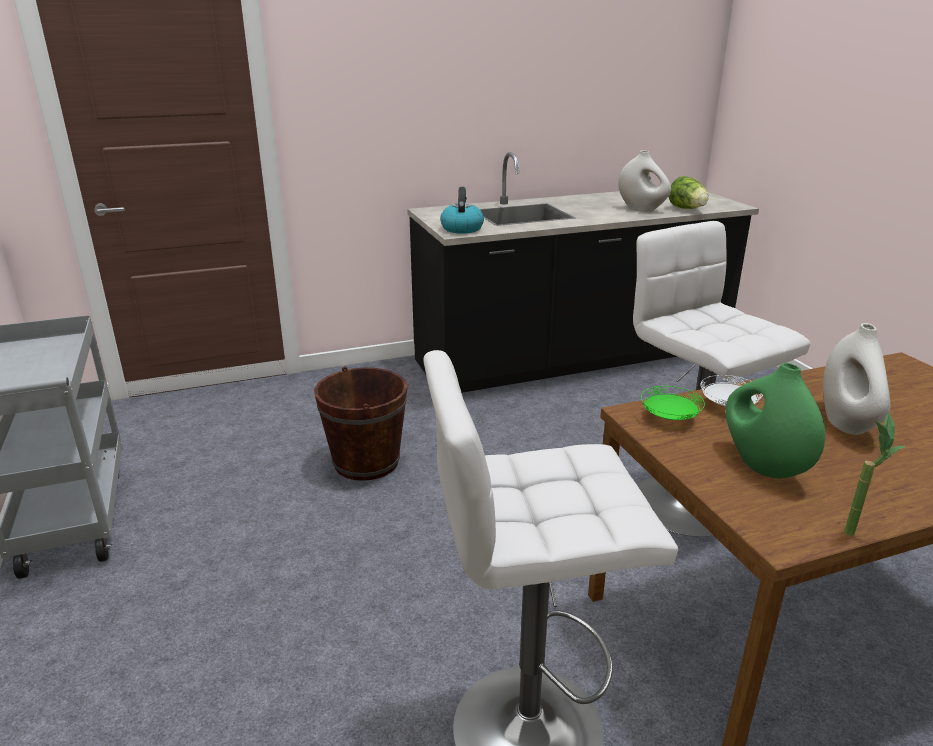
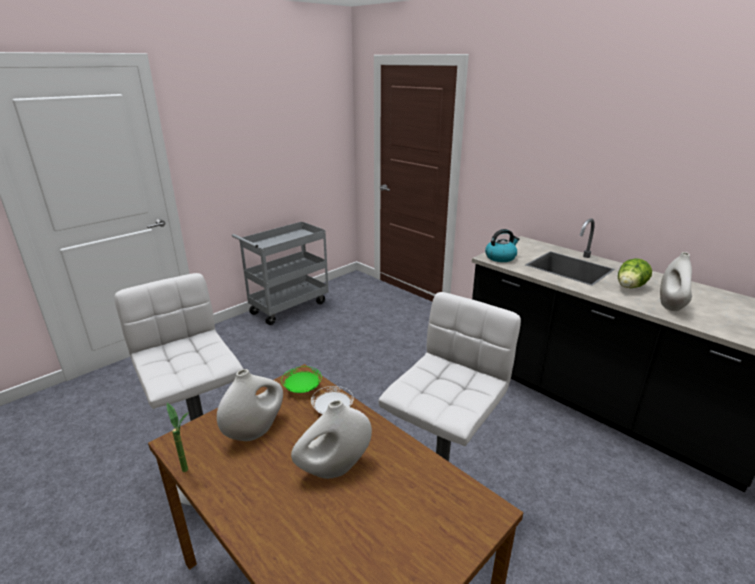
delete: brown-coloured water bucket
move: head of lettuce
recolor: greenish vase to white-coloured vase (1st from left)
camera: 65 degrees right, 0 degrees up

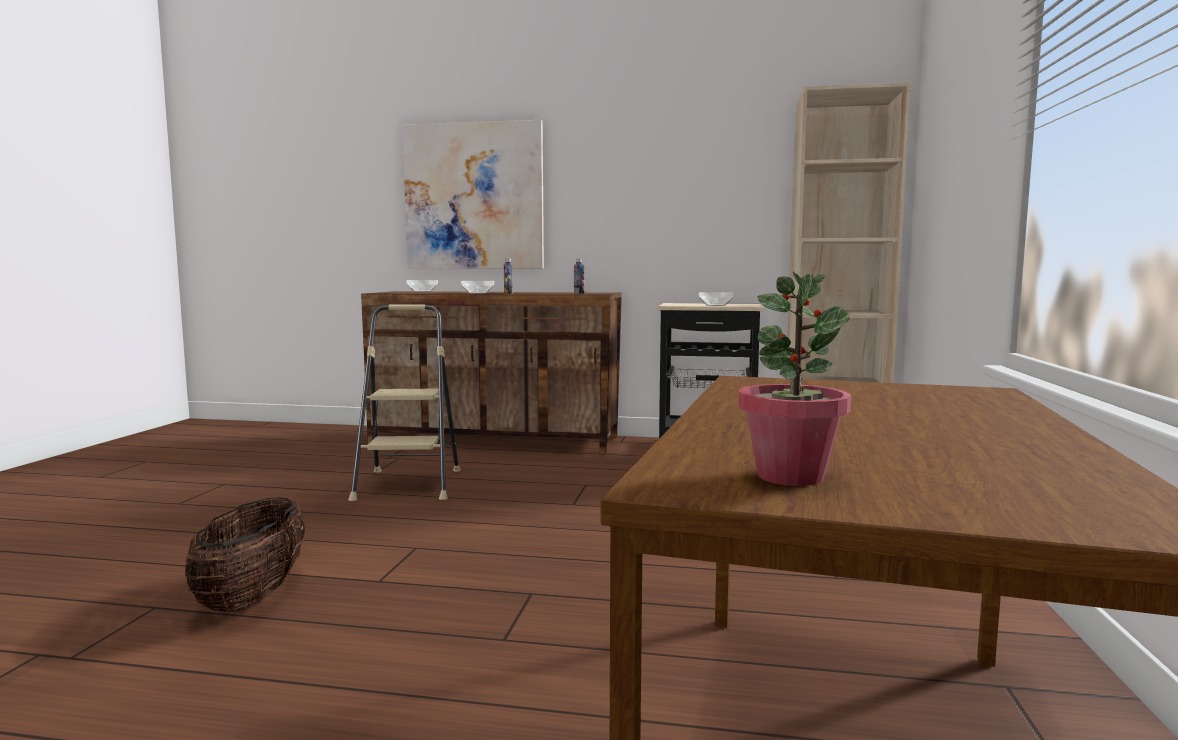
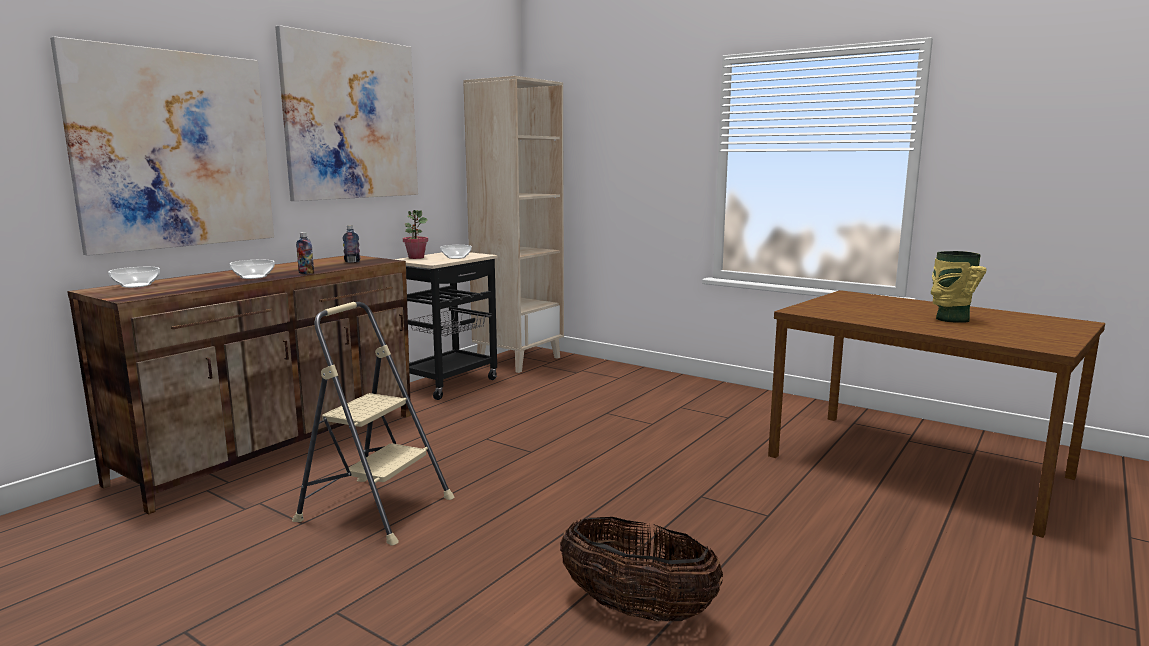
insert: wall picture (2nd from left); vase
move: houseplant
camera: 65 degrees left, 5 degrees up

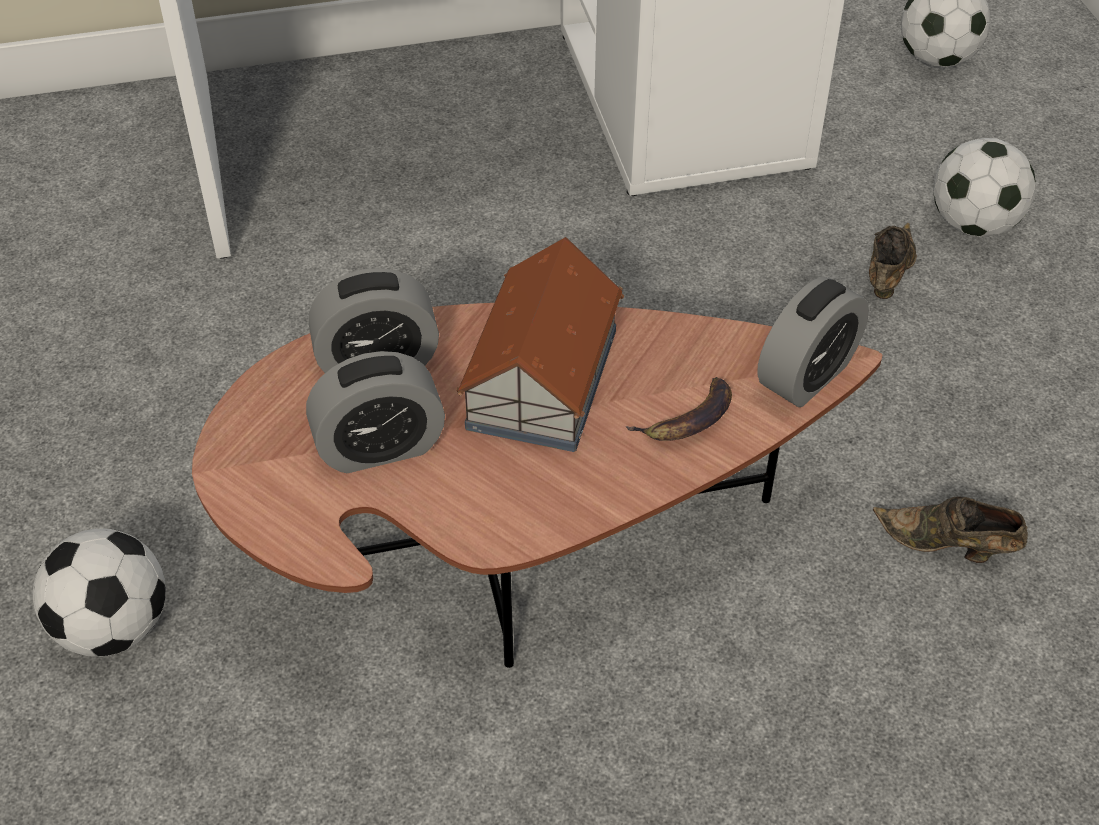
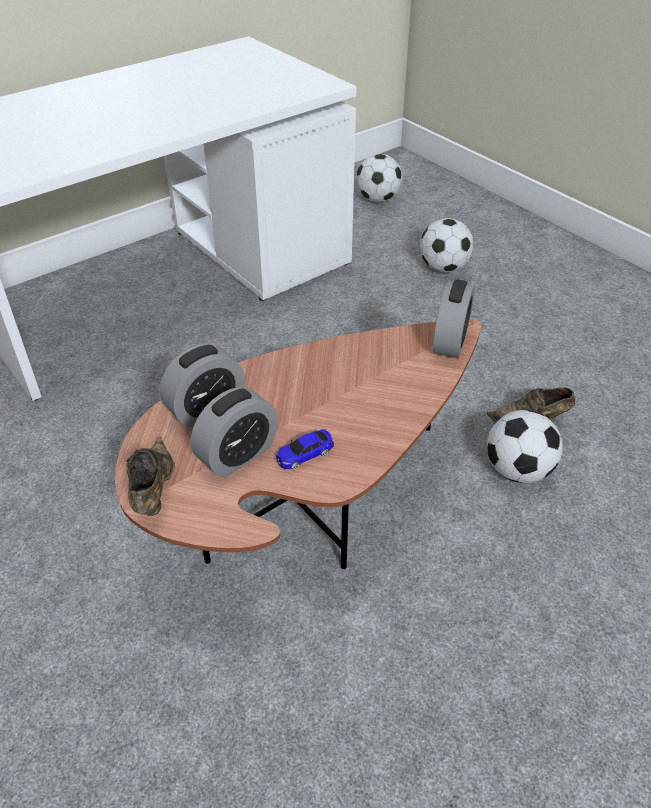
delete: model house; banana
insert: miniature car
move: football ball (1st from left in the first image) to football ball (3rd from left); brown-coloured low shoe (1st from left)
camera: 25 degrees left, 5 degrees down

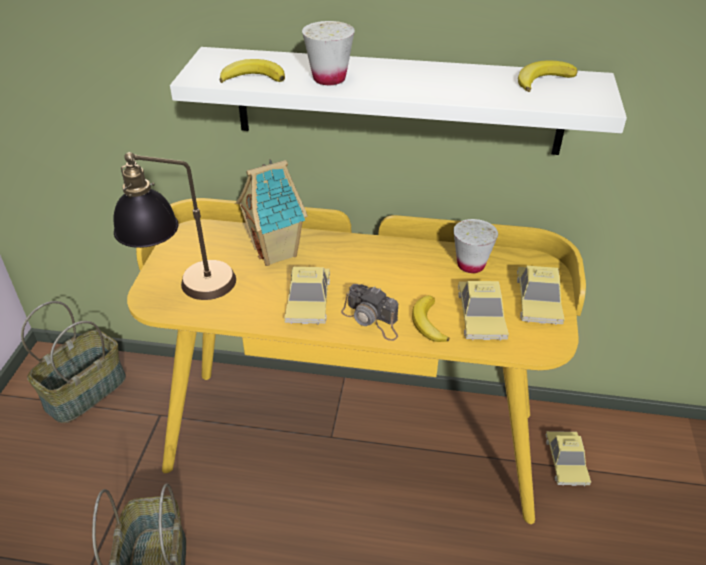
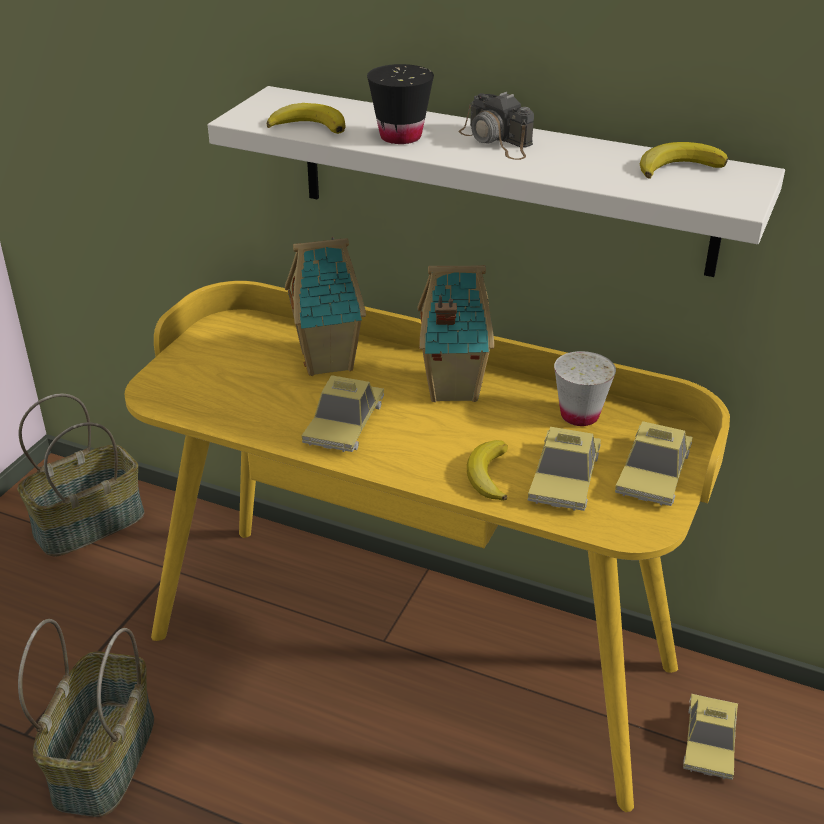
delete: table lamp
insert: model house (2nd from left)
move: still camera
recolor: white-coloured small cup (1st from left) to blackish small cup
camera: 15 degrees right, 5 degrees down

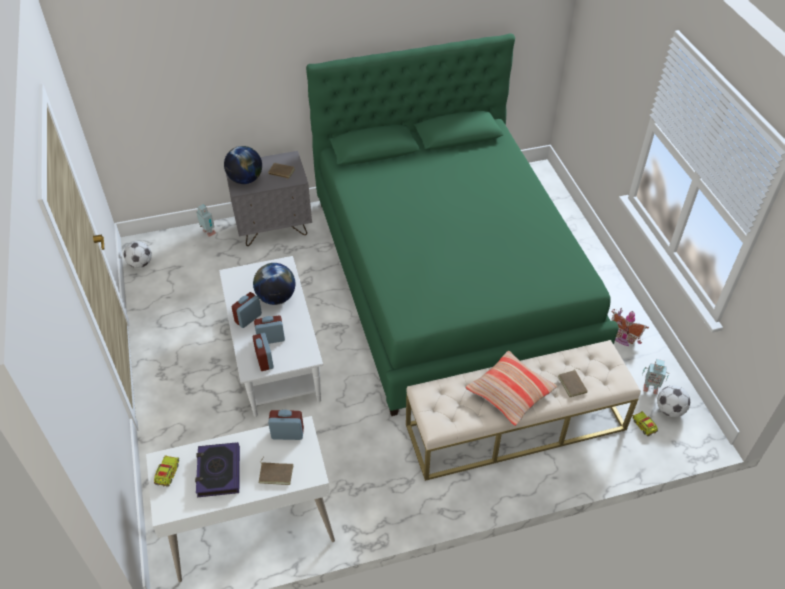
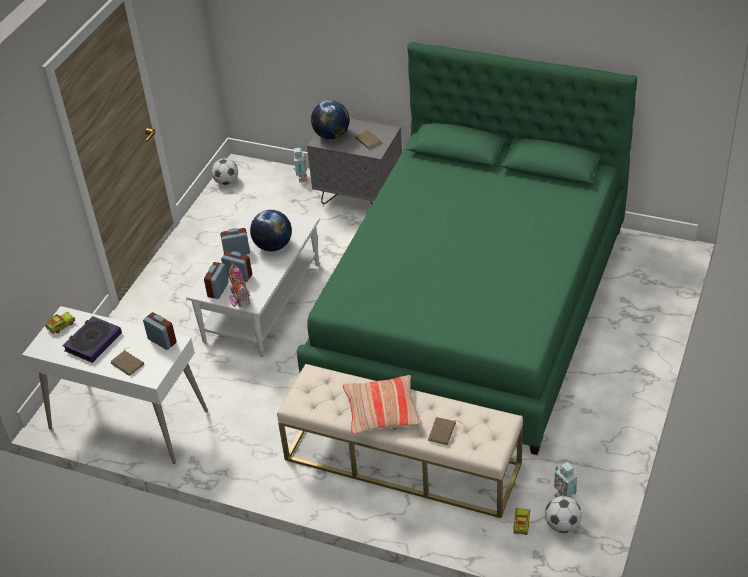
move: model house
camera: 40 degrees right, 5 degrees down

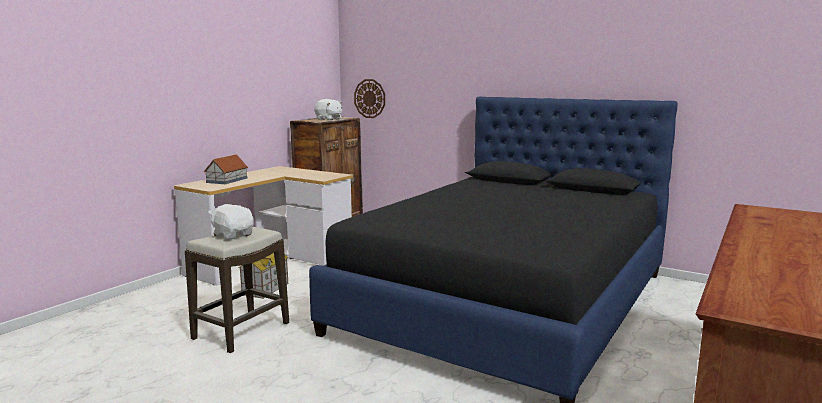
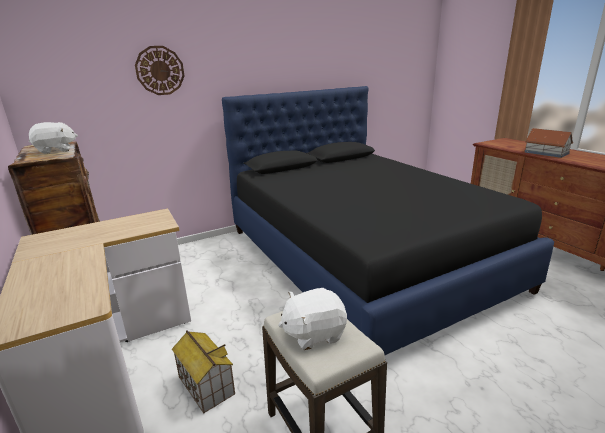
move: model house (1st from left in the first image) to model house (2nd from left); clock on the wall
camera: 60 degrees left, 10 degrees up

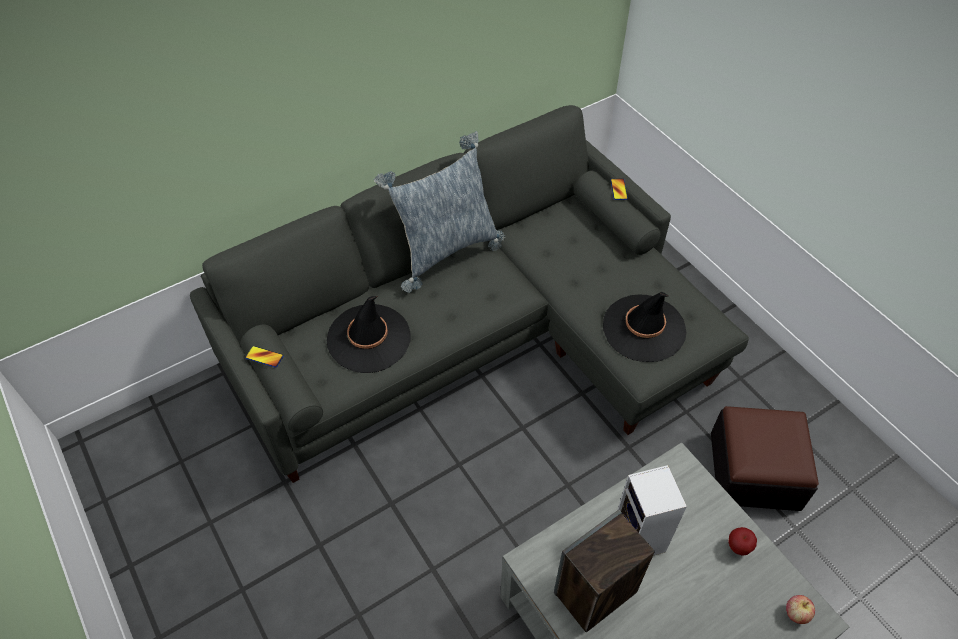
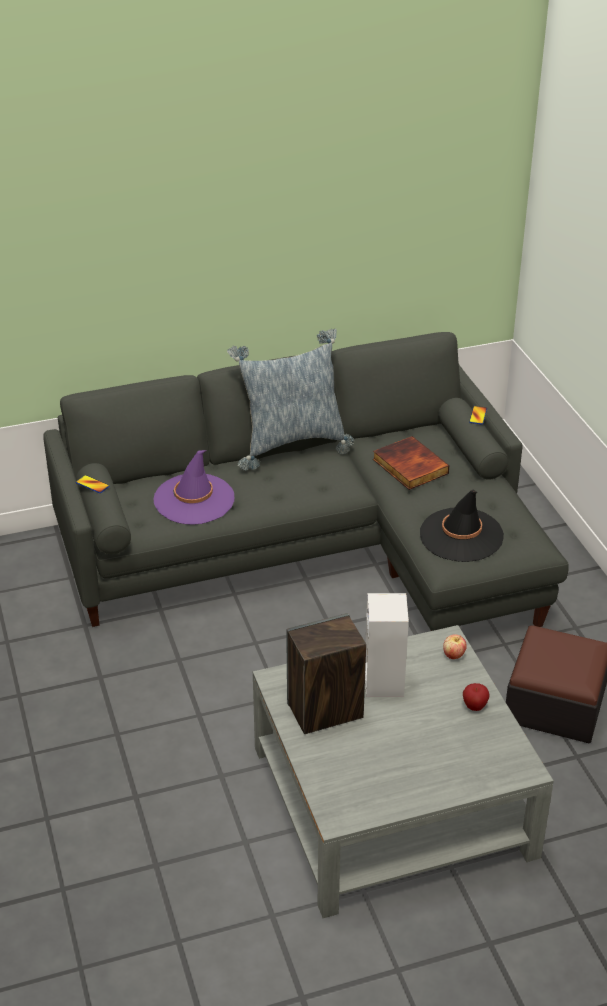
insert: book
move: whole apple (2nd from left in the first image) to whole apple (1st from left)
recolor: blackish hat (1st from left) to purplish hat
camera: 15 degrees right, 15 degrees down

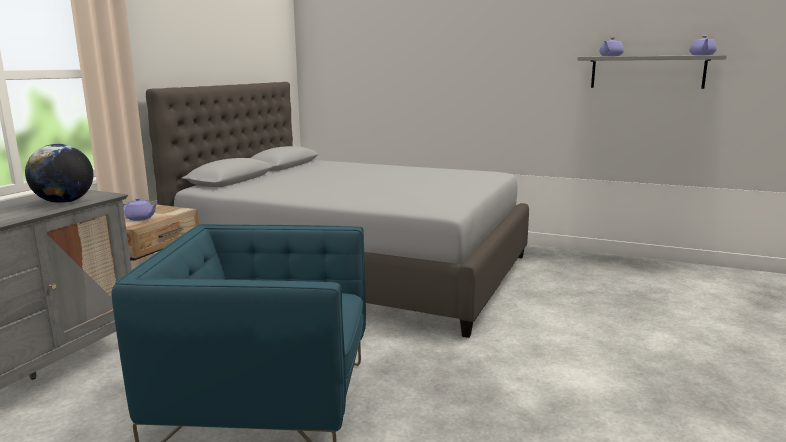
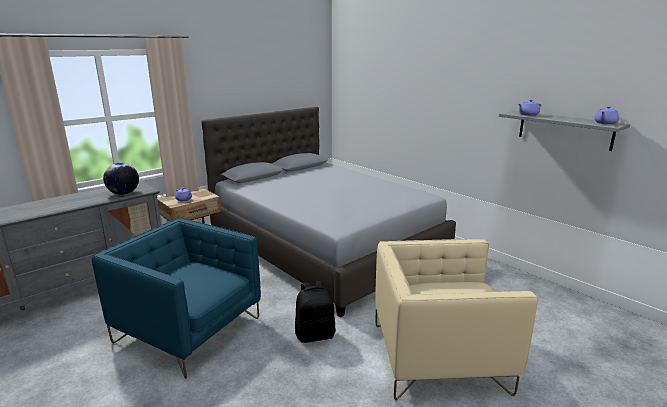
insert: blackish knapsack; sand-coloured armchair
camera: 25 degrees right, 5 degrees up

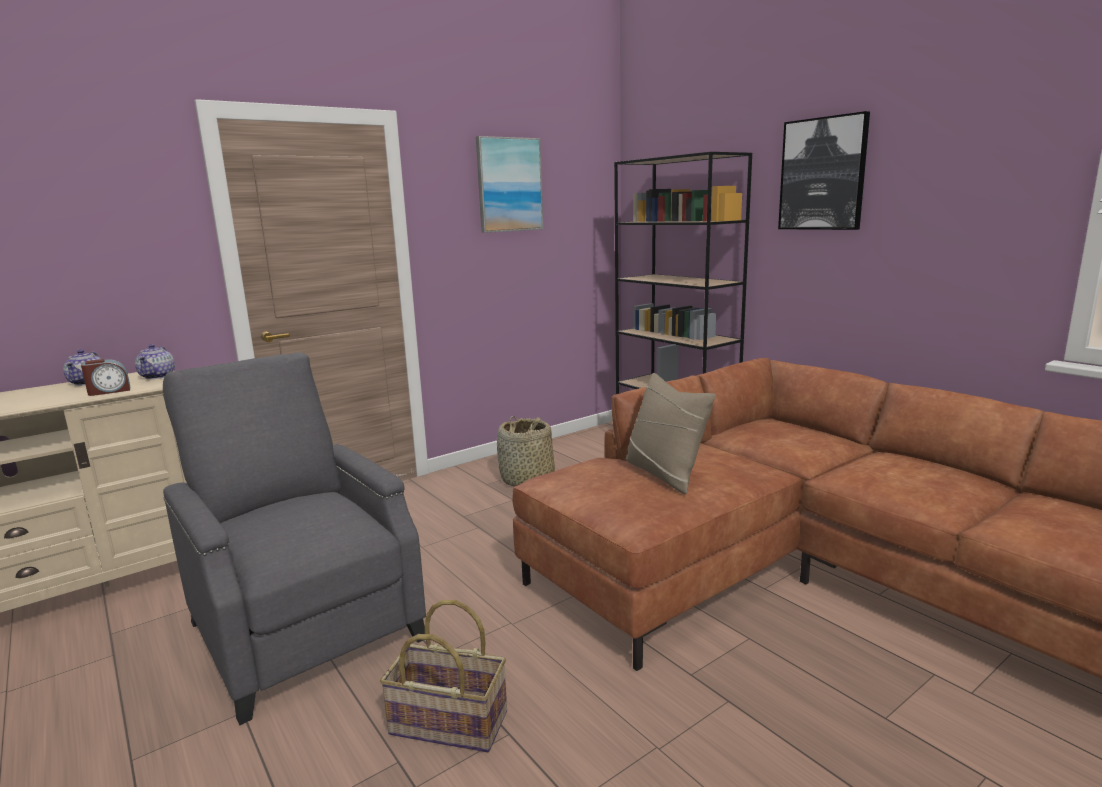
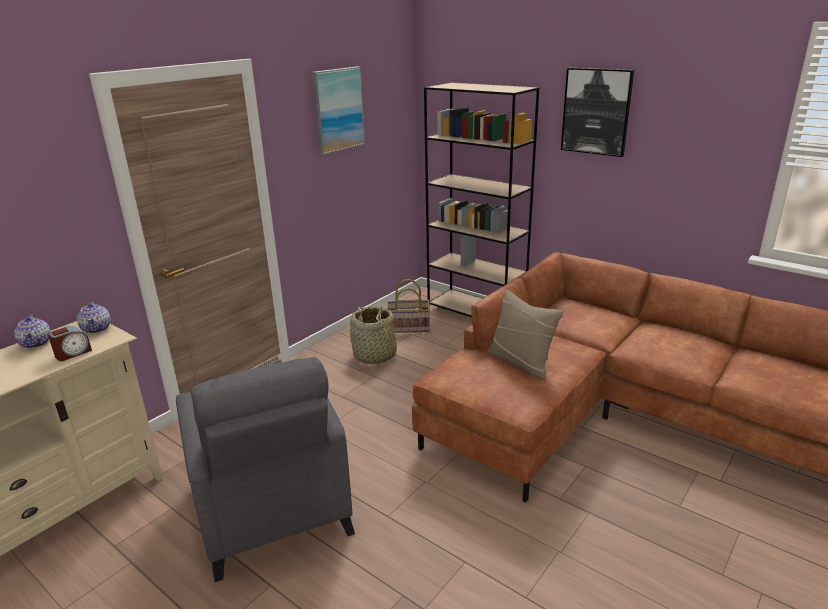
move: household basket (1st from left in the first image) to household basket (2nd from left)
rotate: gray armchair 150 degrees counterclockwise
camera: 15 degrees left, 10 degrees up

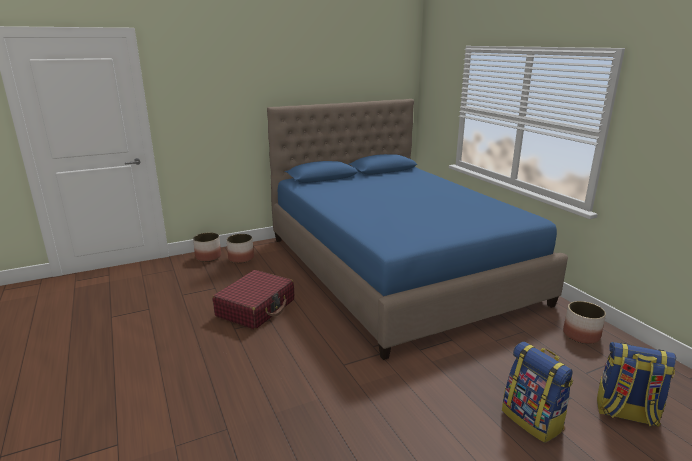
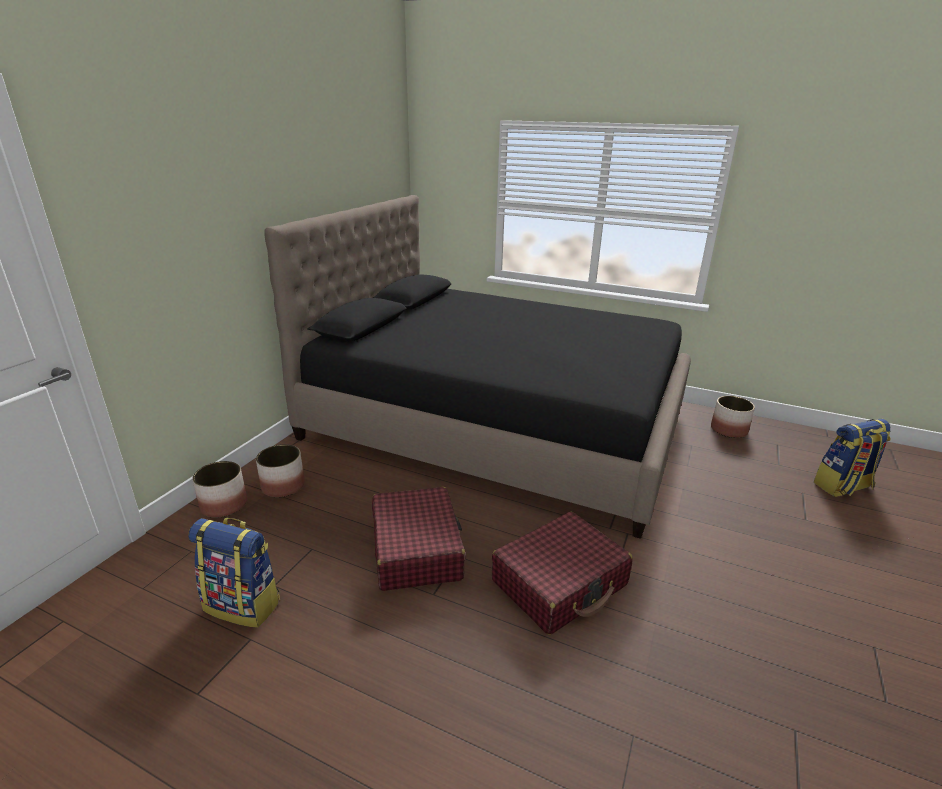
insert: red travel case (2nd from left)
move: knapsack (1st from left)
recolor: bluish bedroom bed to blackish bedroom bed
camera: 40 degrees left, 5 degrees up

